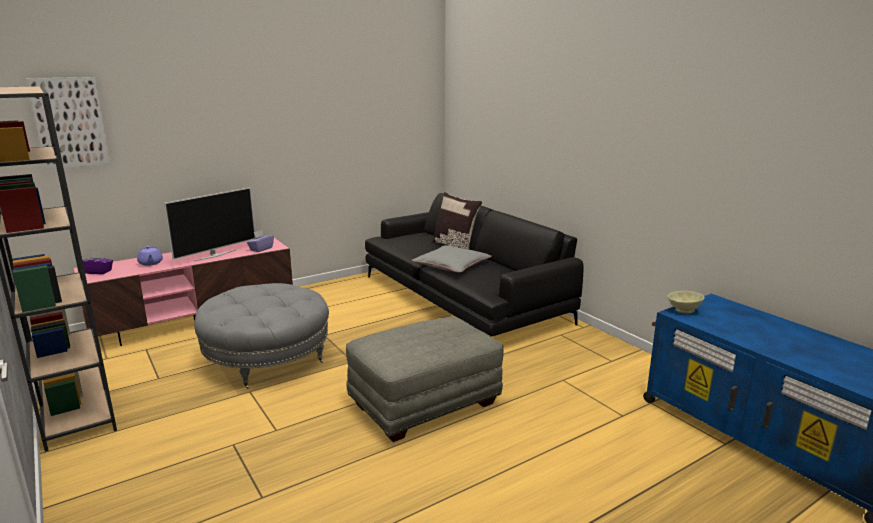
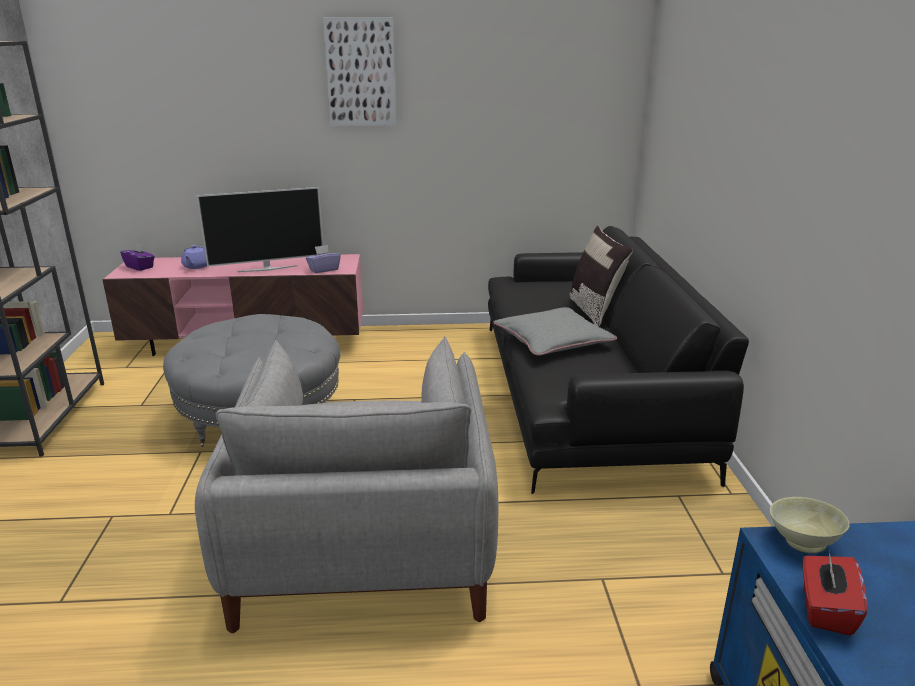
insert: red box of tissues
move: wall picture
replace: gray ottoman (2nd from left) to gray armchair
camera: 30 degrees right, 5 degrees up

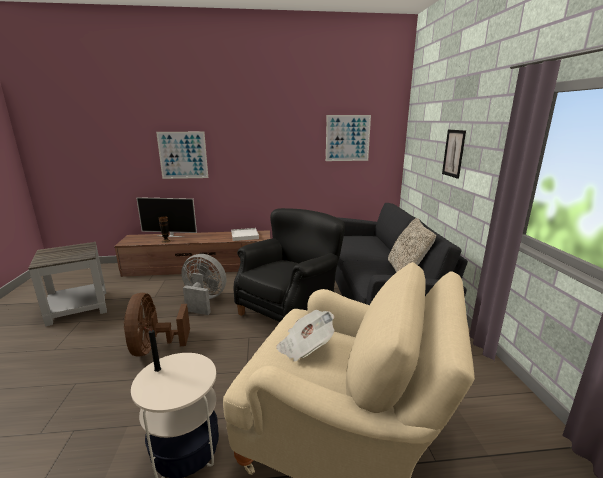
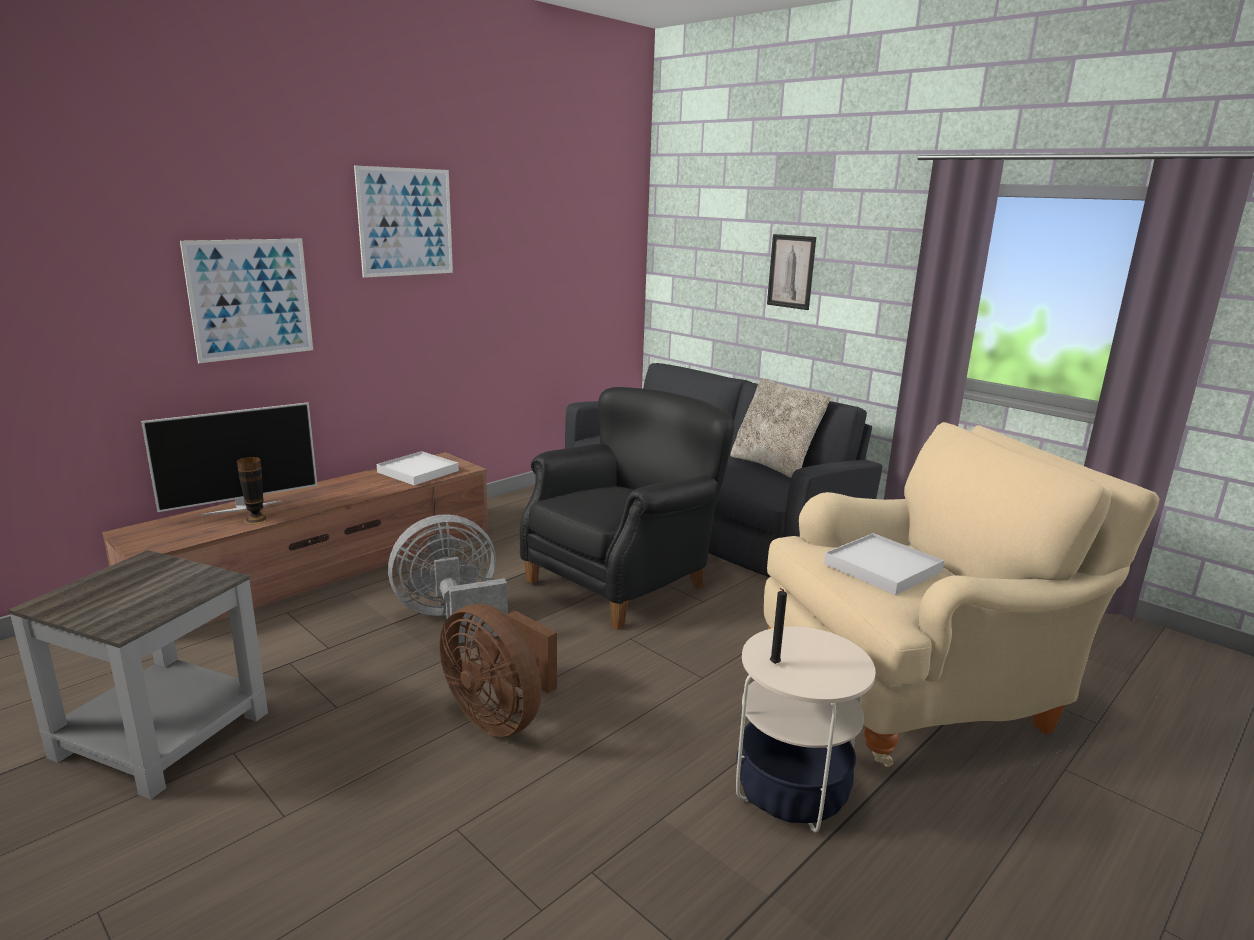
move: wall picture (2nd from left)
replace: newspaper to white-coloured serving tray (2nd from left)
rotate: blackish armchair 45 degrees clockwise
camera: 40 degrees left, 0 degrees up

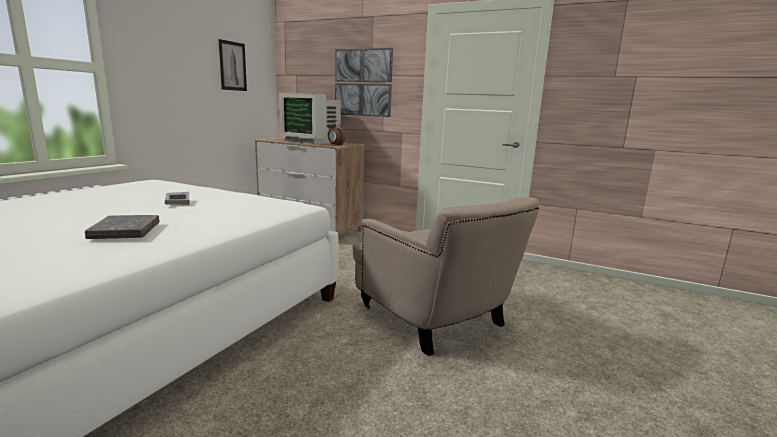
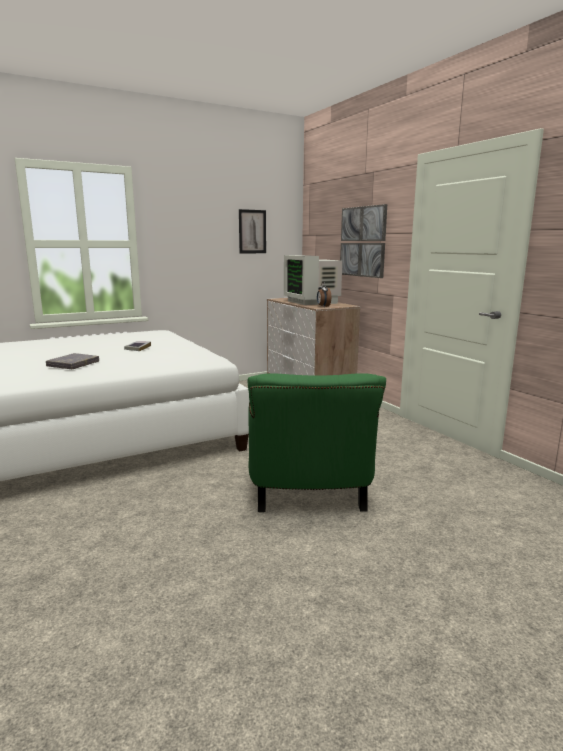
recolor: sand-coloured armchair to greenish armchair
camera: 35 degrees right, 0 degrees up

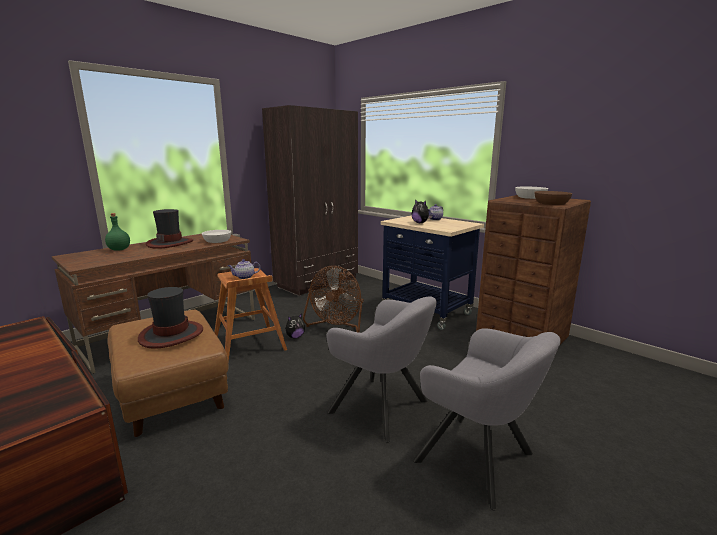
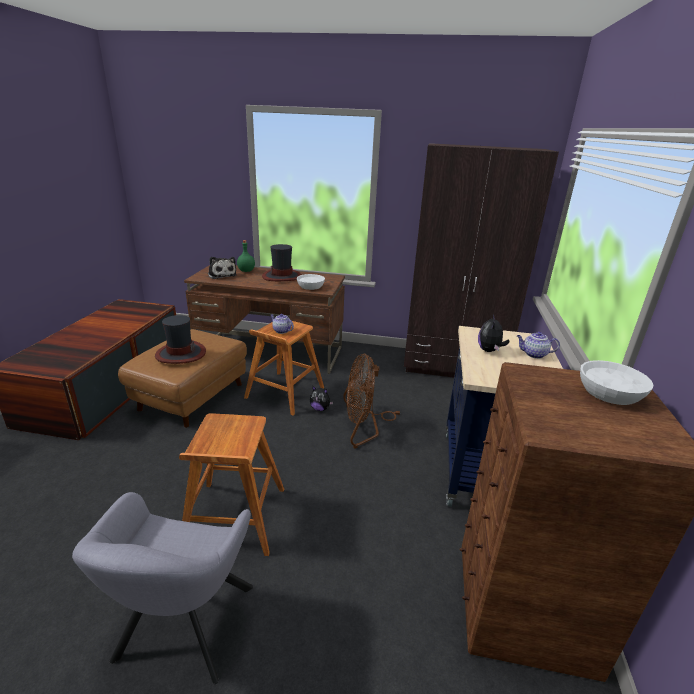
delete: brown-coloured deep dish
insert: soft toy (1st from left)
replace: gray armchair (1st from left) to brown-coloured stool seat (1st from left)
camera: 55 degrees right, 10 degrees up

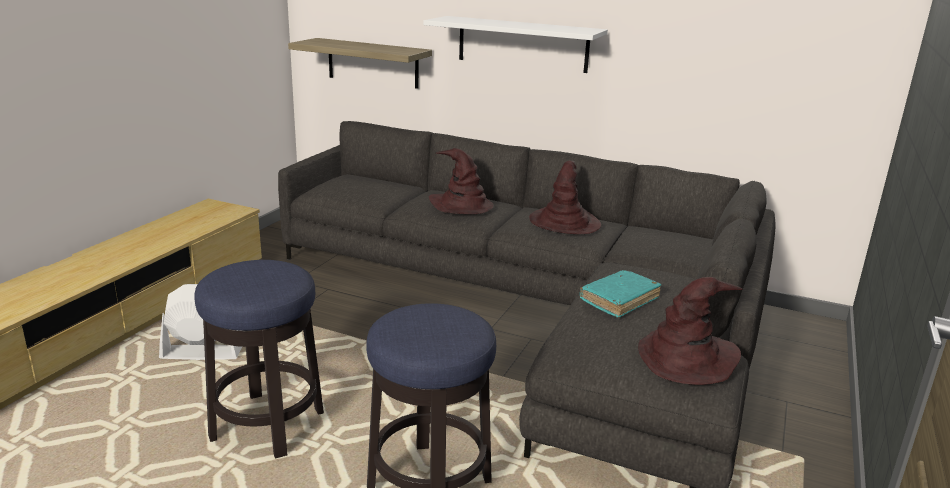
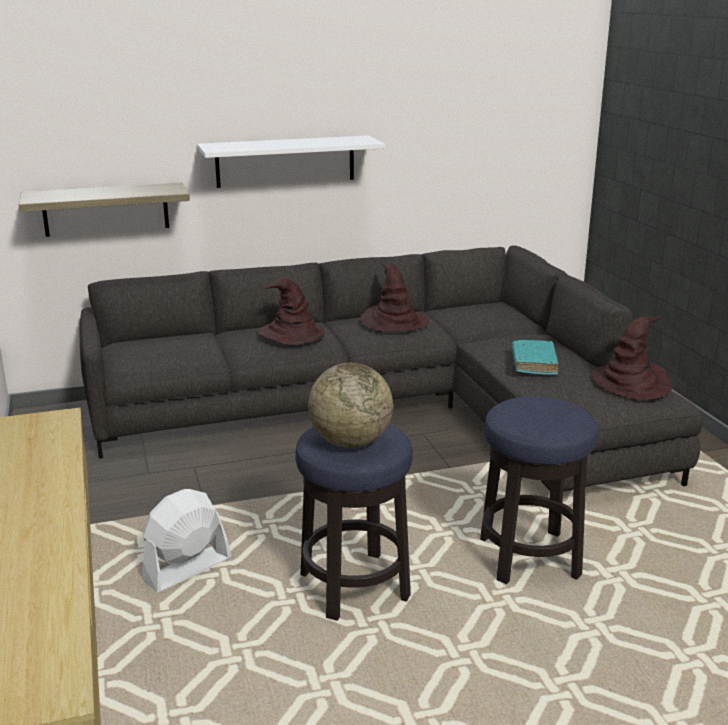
insert: world globe
camera: 40 degrees left, 0 degrees up

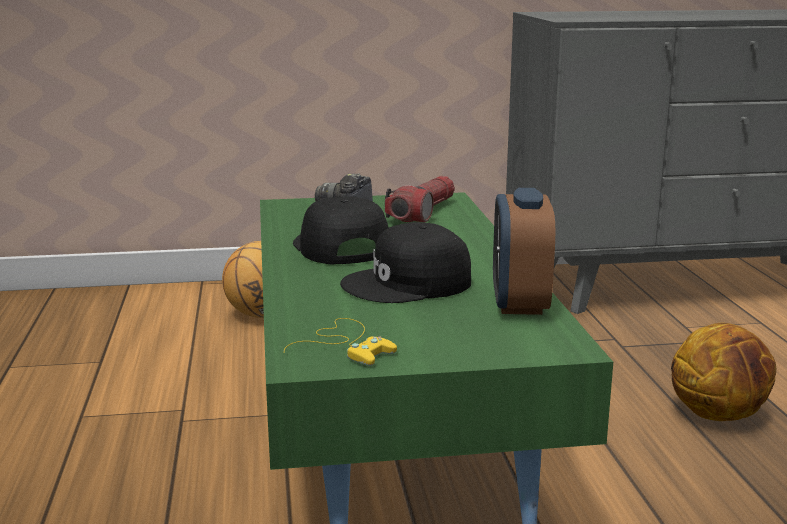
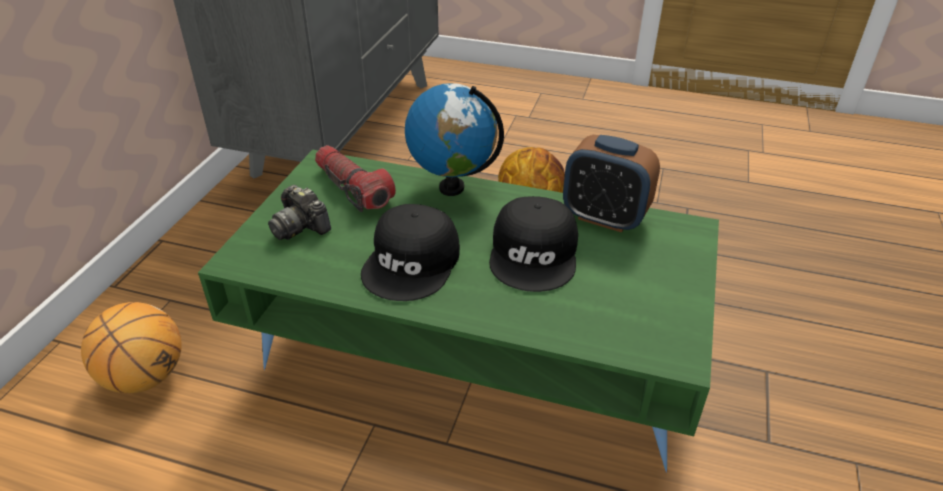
delete: yellow gamepad
insert: world globe
rotate: blackish baseball cap (1st from left) 75 degrees counterclockwise
camera: 65 degrees left, 20 degrees up

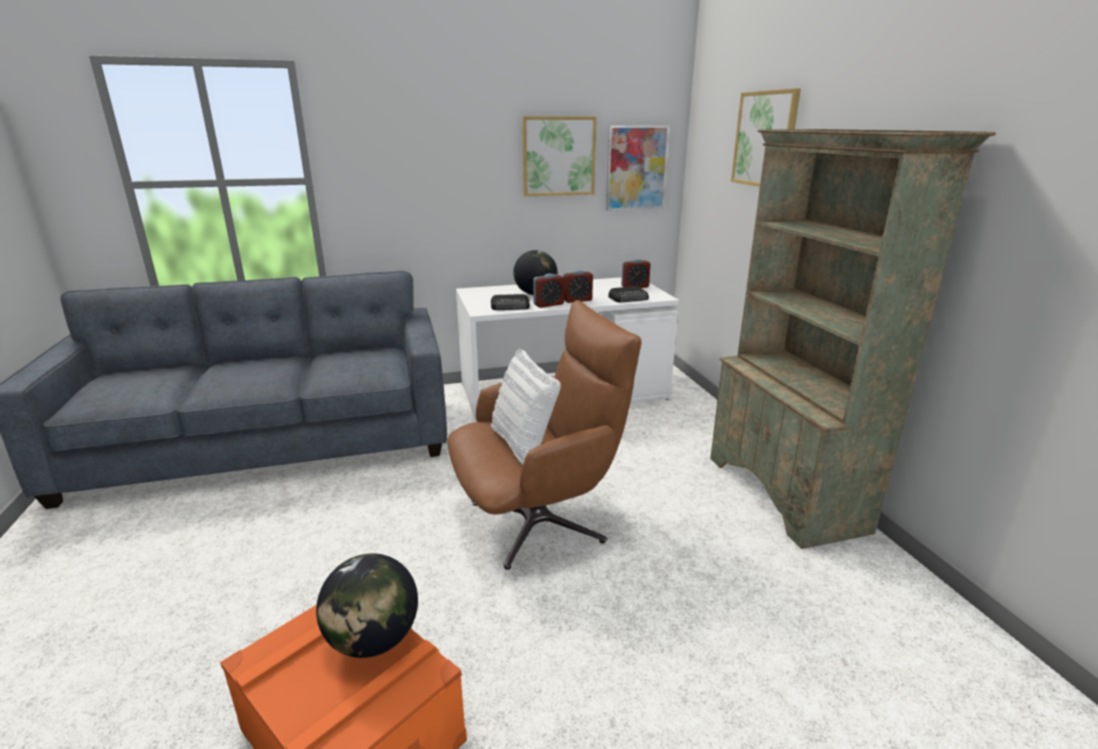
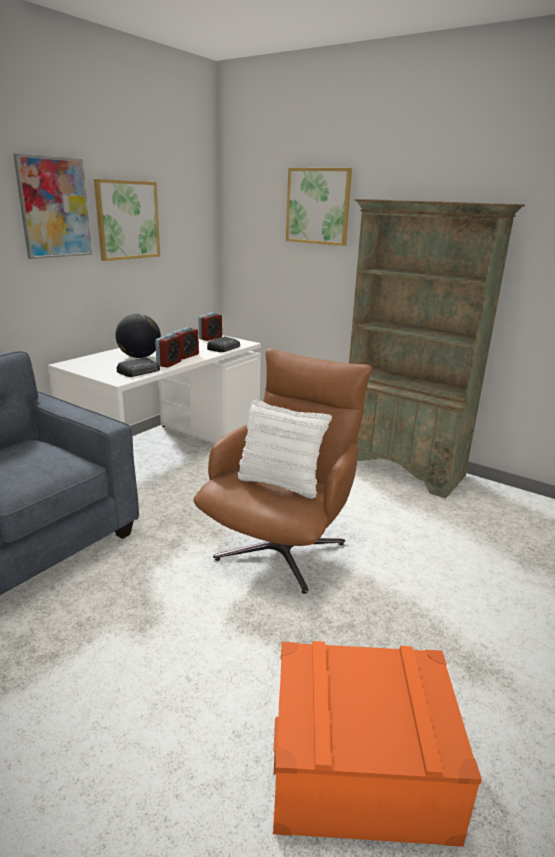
delete: world globe (1st from left)
move: wall picture (2nd from left in the first image) to wall picture (1st from left)
camera: 40 degrees left, 0 degrees up

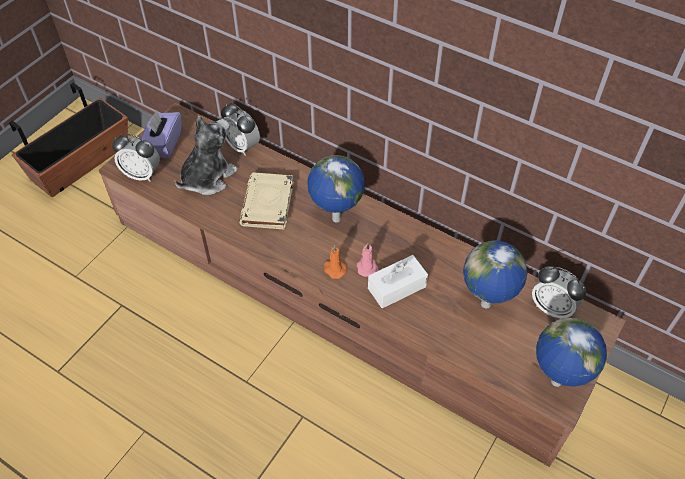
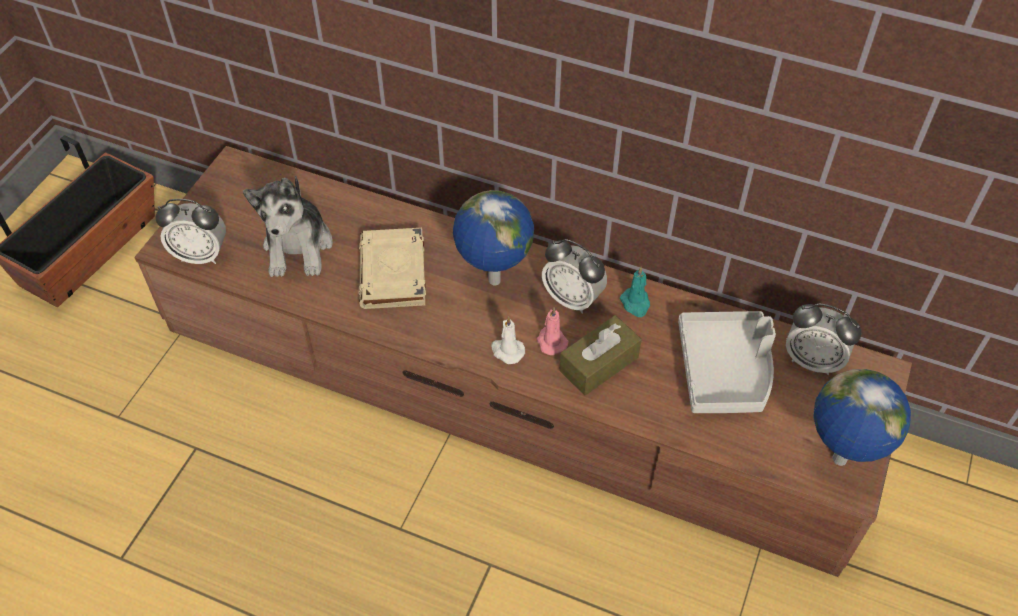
delete: purplish box of tissues
insert: blue-green candle
move: alarm clock (2nd from left)
replace: world globe (2nd from left) to gray serving tray
recolor: orangey candle to white-coloured candle; white-coloured box of tissues to brown-coloured box of tissues
rotate: soft toy 150 degrees clockwise
camera: 10 degrees left, 0 degrees up

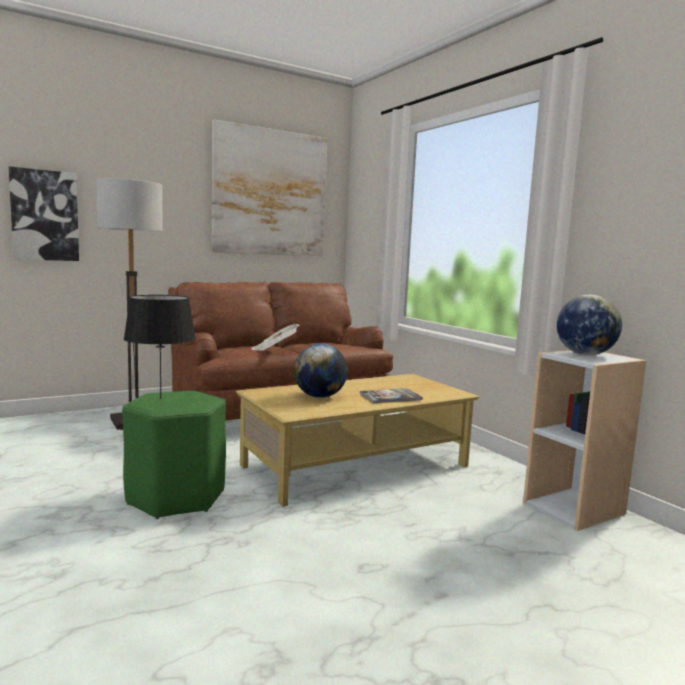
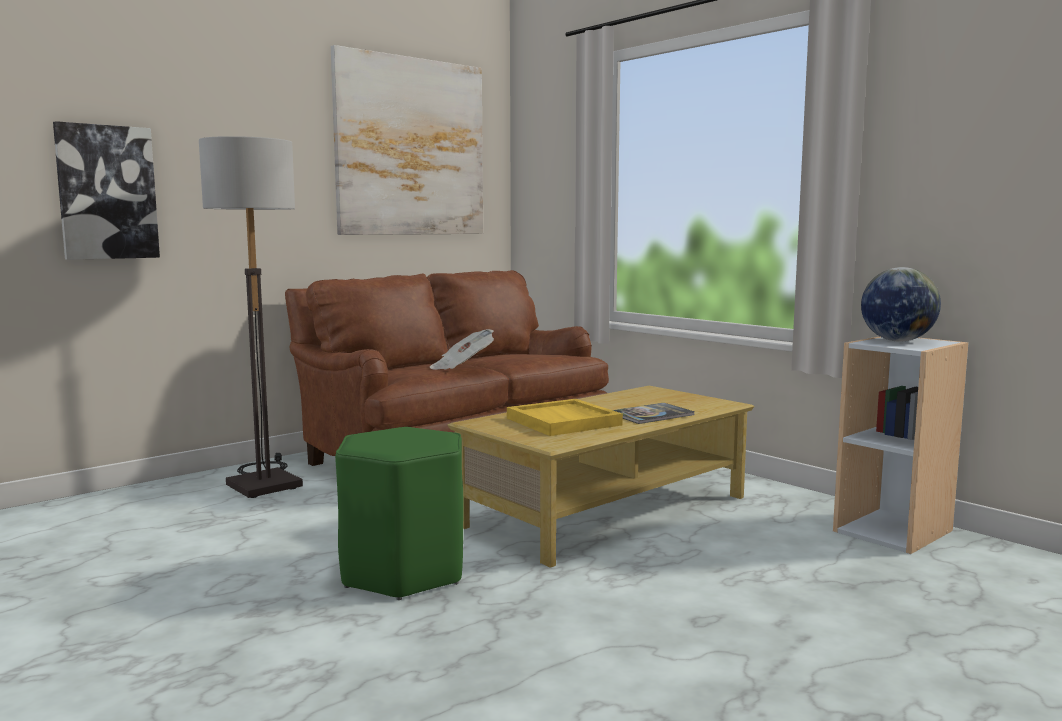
delete: blackish table lamp
replace: world globe (1st from left) to yellow serving tray
camera: 10 degrees left, 0 degrees up

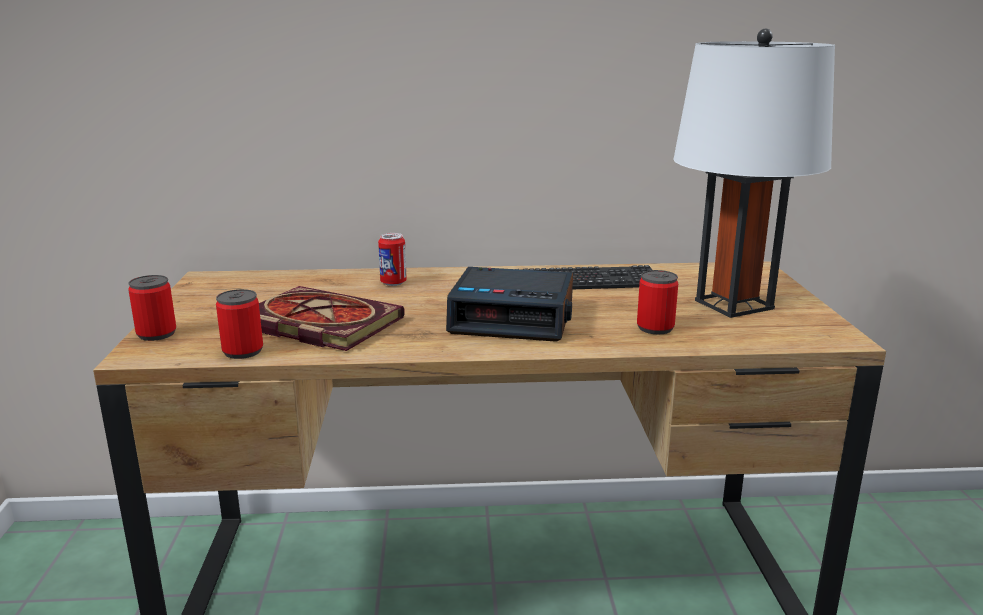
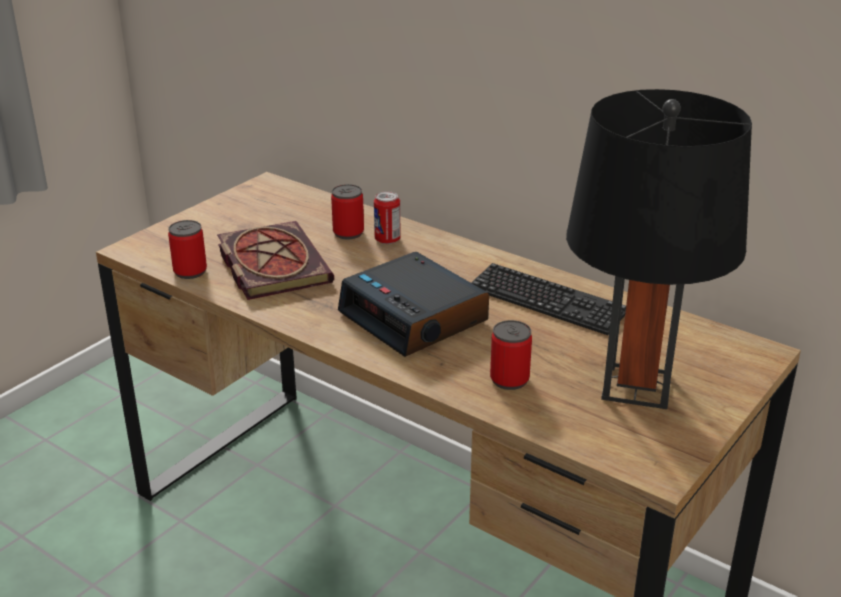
move: can (1st from left in the first image) to can (2nd from left)
recolor: white-coloured table lamp to blackish table lamp
camera: 40 degrees right, 10 degrees up

